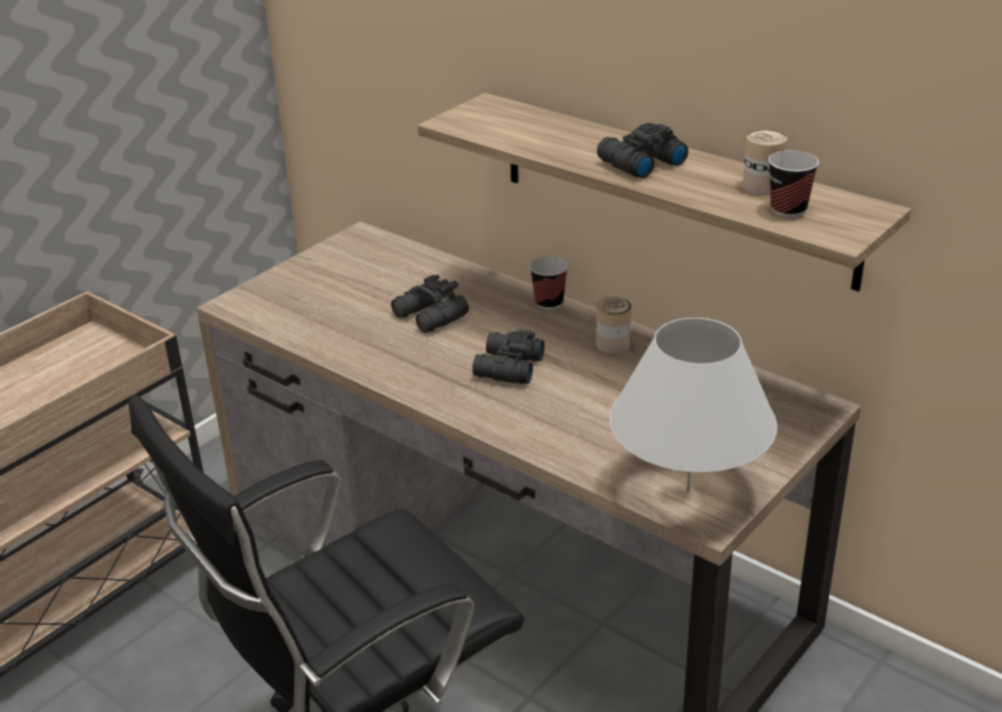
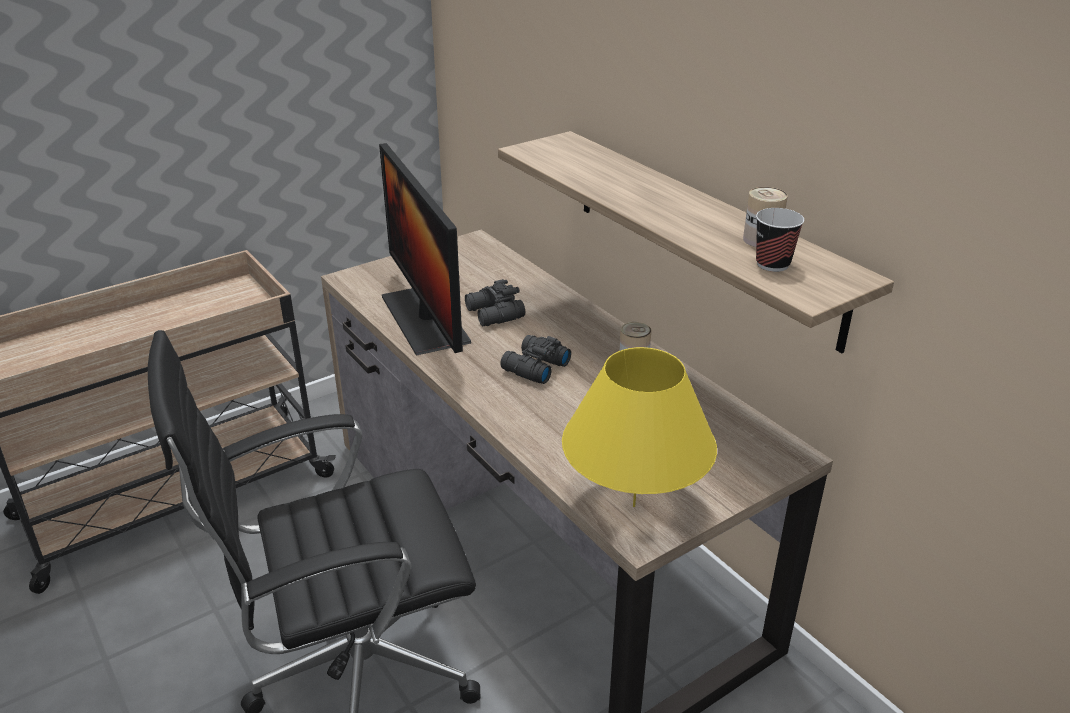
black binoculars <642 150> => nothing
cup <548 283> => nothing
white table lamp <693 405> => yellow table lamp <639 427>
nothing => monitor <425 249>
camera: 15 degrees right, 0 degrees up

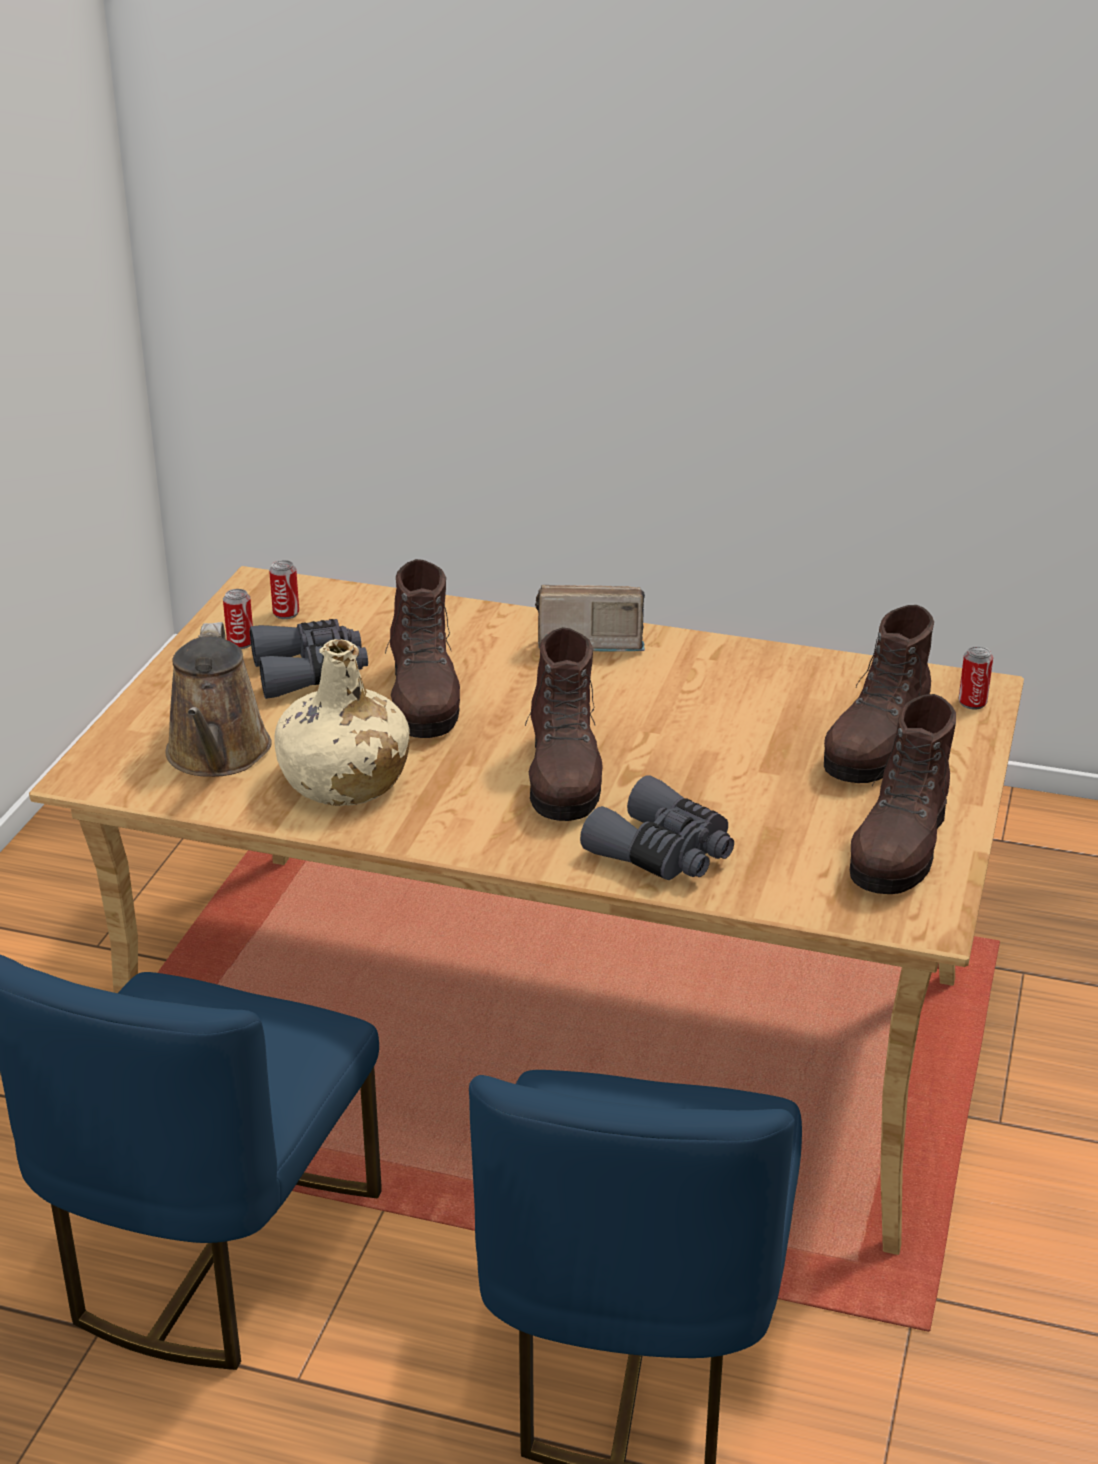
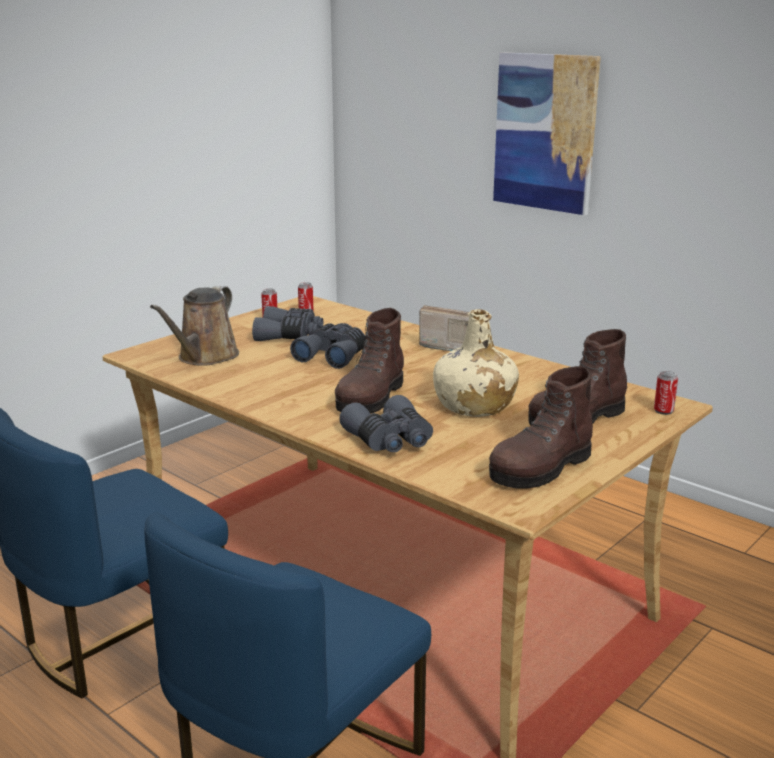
brown boot <422 648> => grey binoculars <327 346>
beige bottle <342 722> => beige bottle <476 363>, relocated
nothing => picture <547 133>
camera: 25 degrees right, 10 degrees down

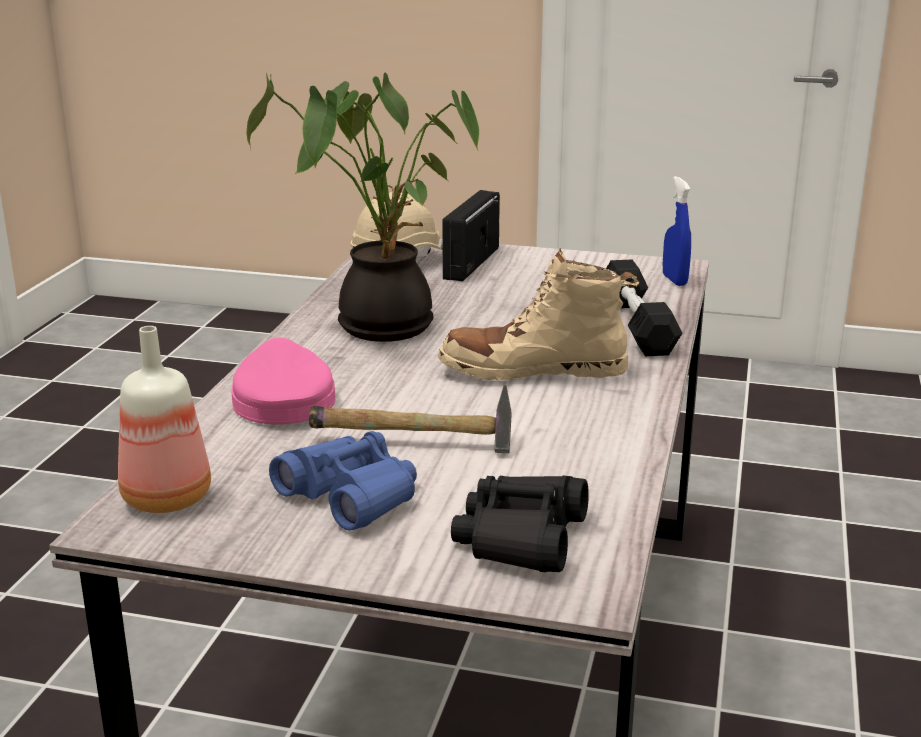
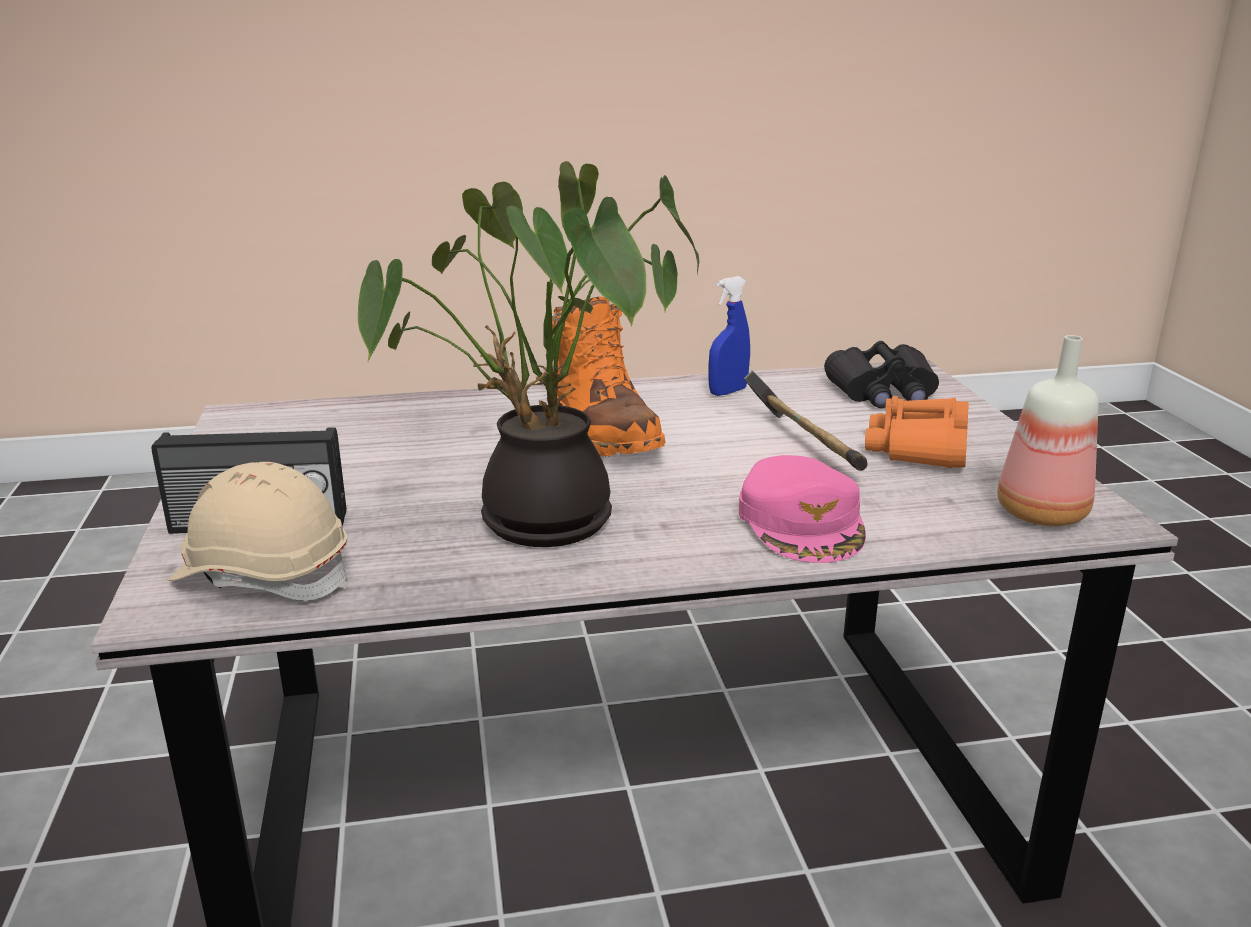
blue spray bottle <677 231> => blue spray bottle <729 336>, relocated
beige boot <538 314> => orange boot <609 376>
black dumbbell <644 308> => nothing
pink cap <283 381> => pink cap <802 509>, 60 degrees counterclockwise
blue binoculars <343 481> => orange binoculars <917 432>
camera: 115 degrees left, 0 degrees up

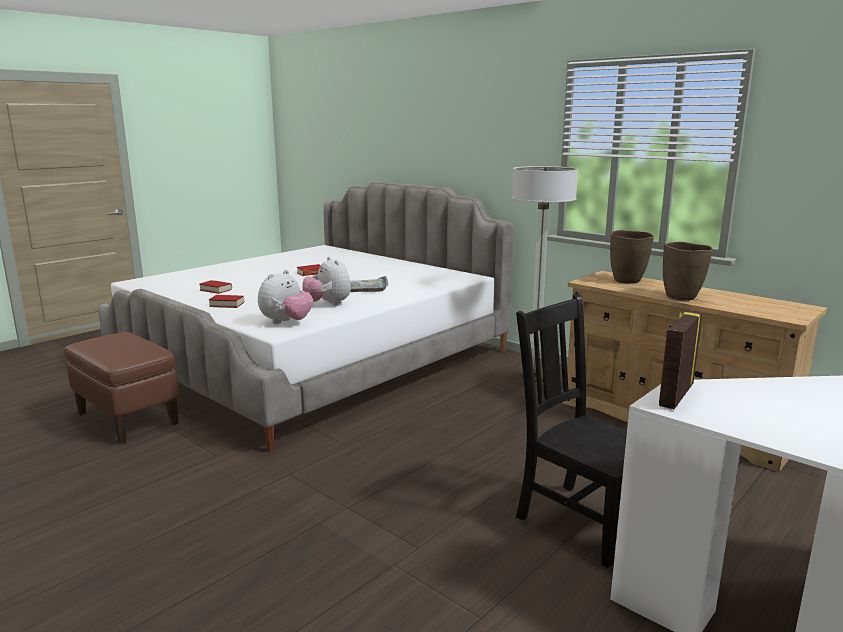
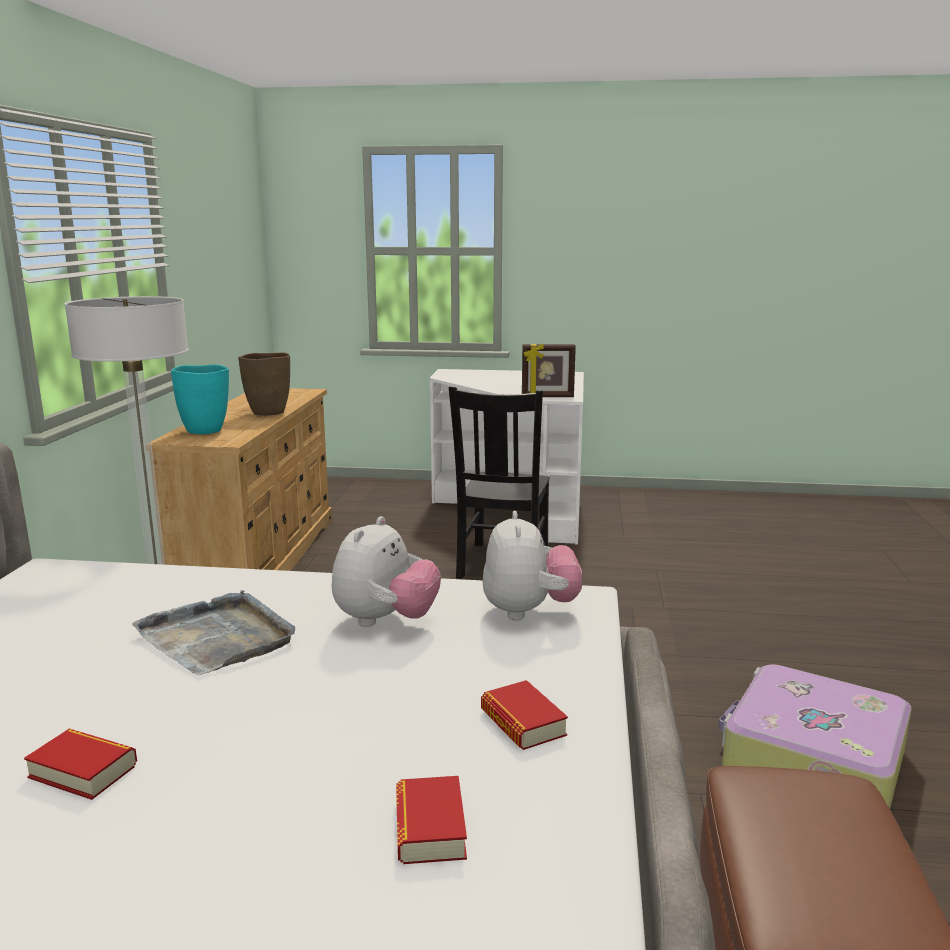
brown vase <632 257> => turquoise vase <200 399>
plush toy <285 297> => plush toy <532 565>, 90 degrees clockwise
nothing => suitcase <815 736>
camera: 125 degrees left, 0 degrees up

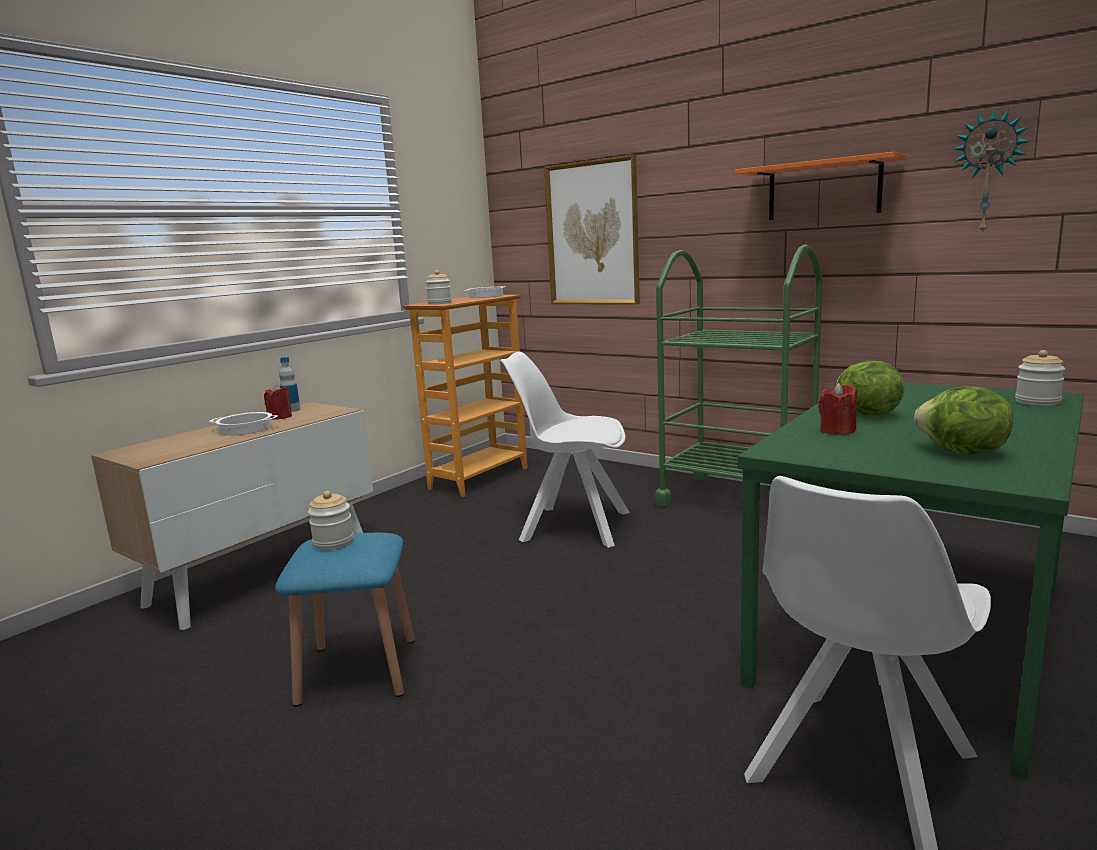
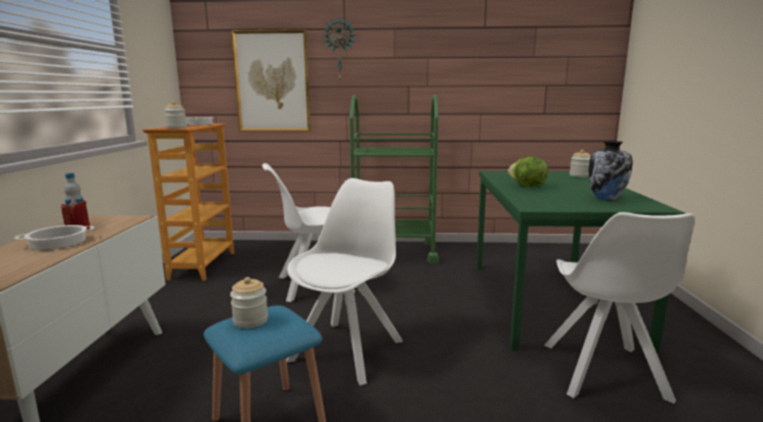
wall clock <992 172> => wall clock <339 50>, relocated
orange shelf <820 186> => nothing
red candle <837 409> => nothing
lettuce <963 420> => vase <610 171>
nothing => white chair <345 281>
camera: 35 degrees left, 0 degrees up

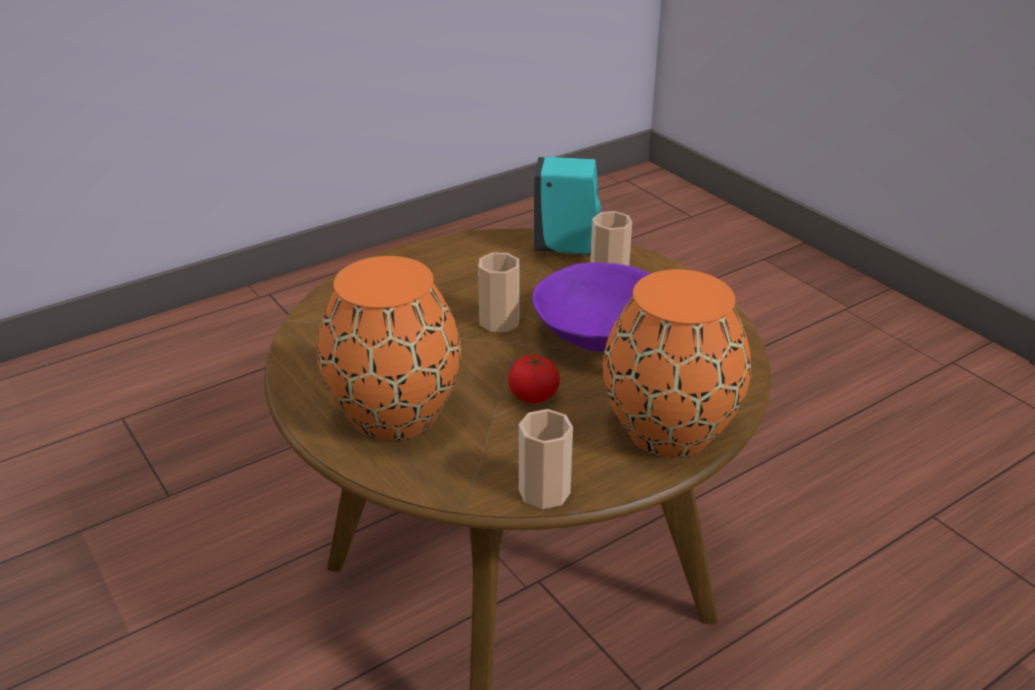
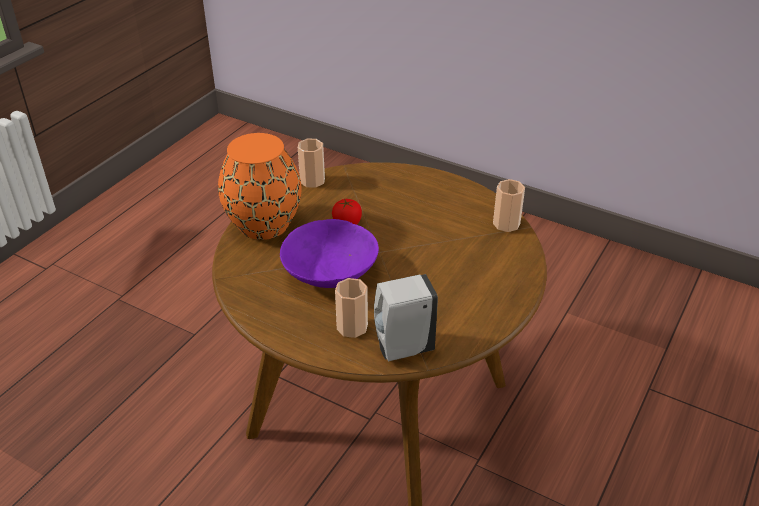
turquoise soap dispenser <567 206> => white soap dispenser <406 317>
cup <498 292> => cup <509 205>, relocated
orange vase <389 348> => nothing
camera: 155 degrees right, 5 degrees up

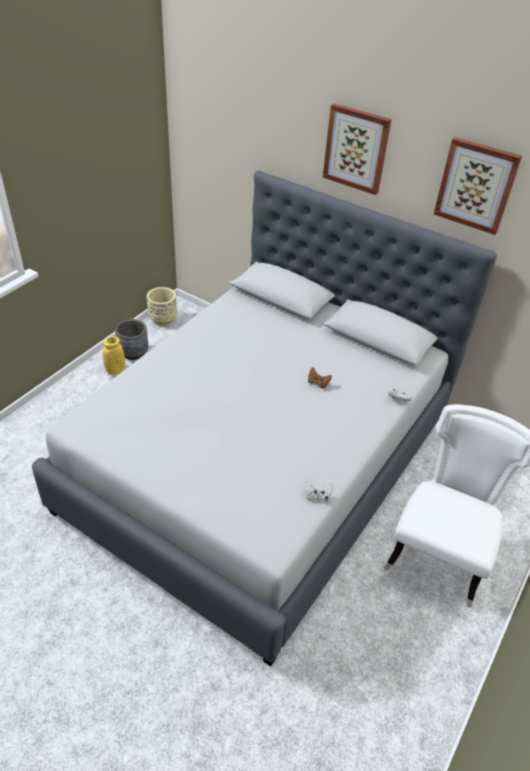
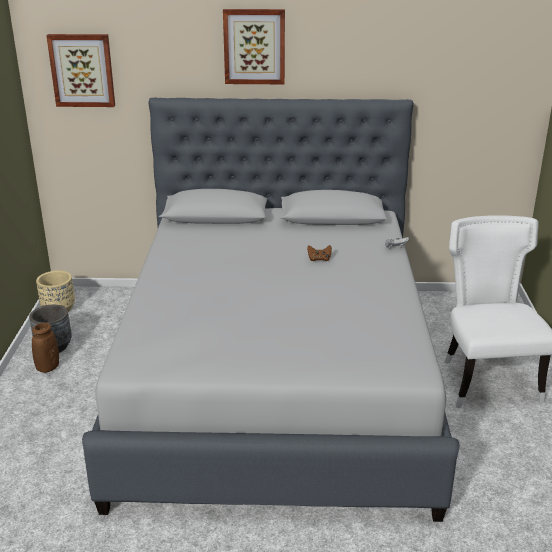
picture <478 186> => picture <80 70>, relocated
yellow vase <114 355> => brown vase <45 348>
white game controller <319 491> => nothing
camera: 30 degrees left, 15 degrees down

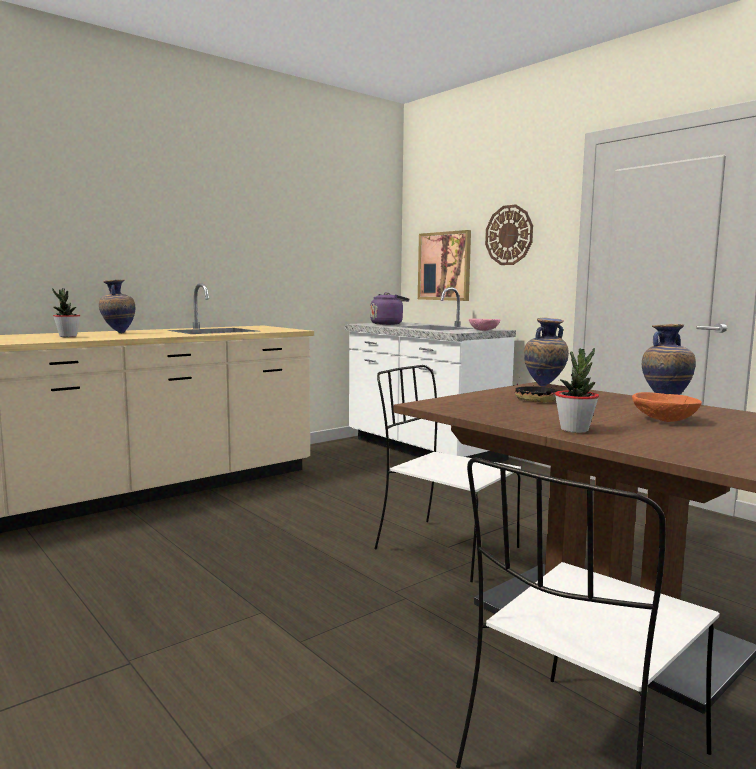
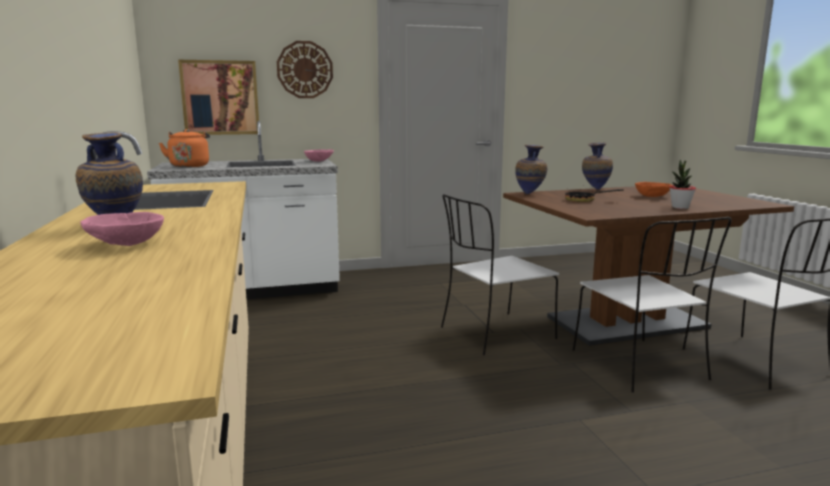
potted plant <66 312> => pink bowl <122 229>
purple kettle <389 308> => orange kettle <184 148>
nothing => white chair <652 305>
camera: 65 degrees left, 5 degrees up

